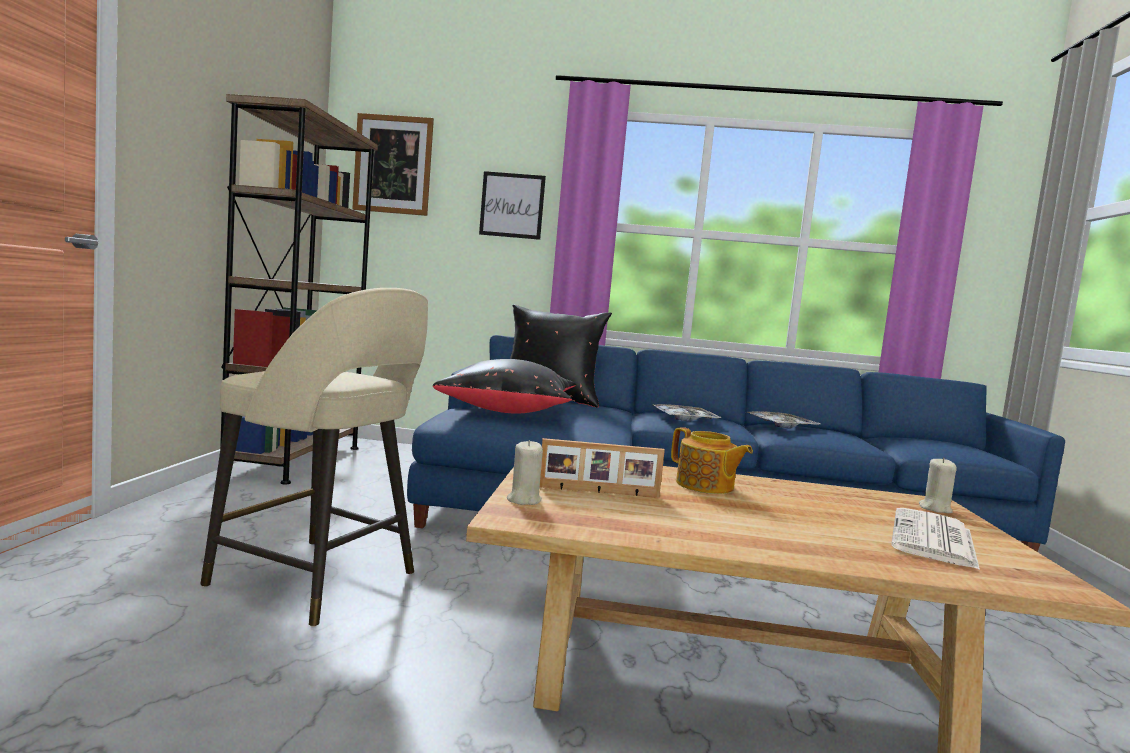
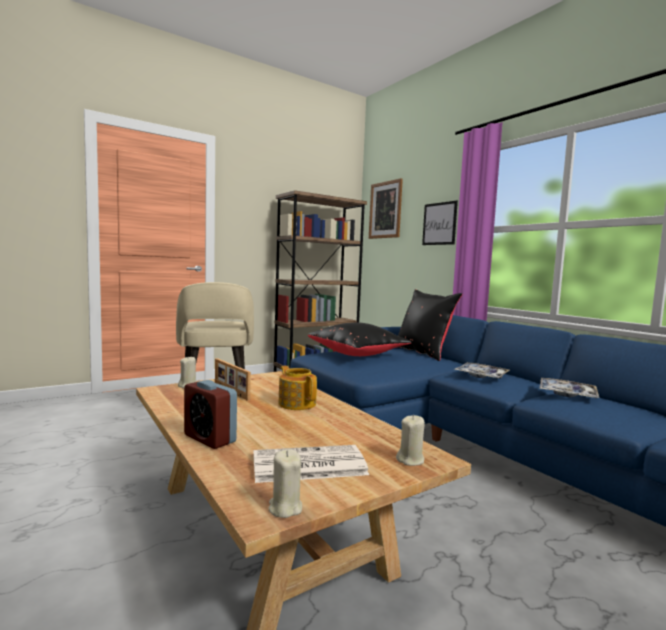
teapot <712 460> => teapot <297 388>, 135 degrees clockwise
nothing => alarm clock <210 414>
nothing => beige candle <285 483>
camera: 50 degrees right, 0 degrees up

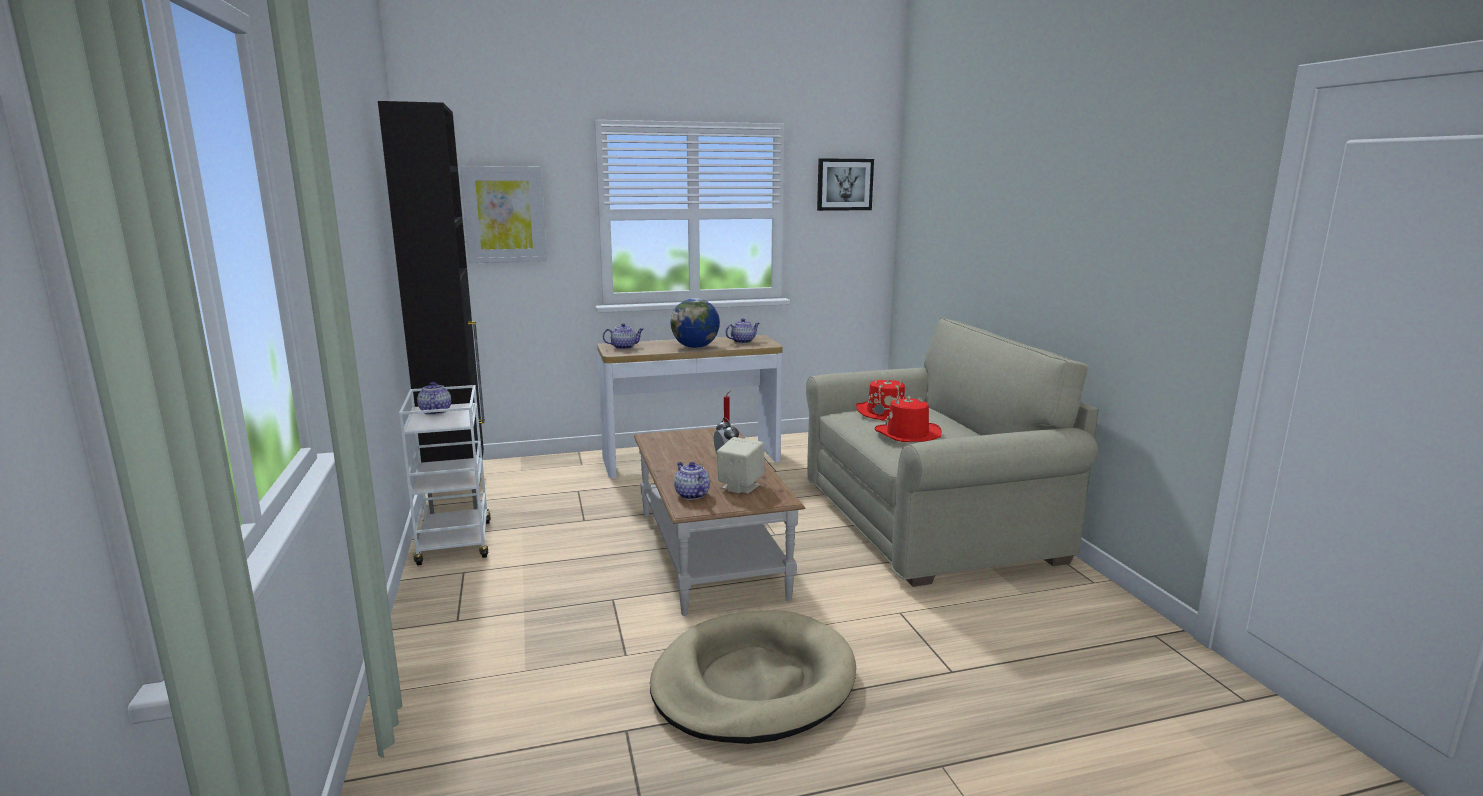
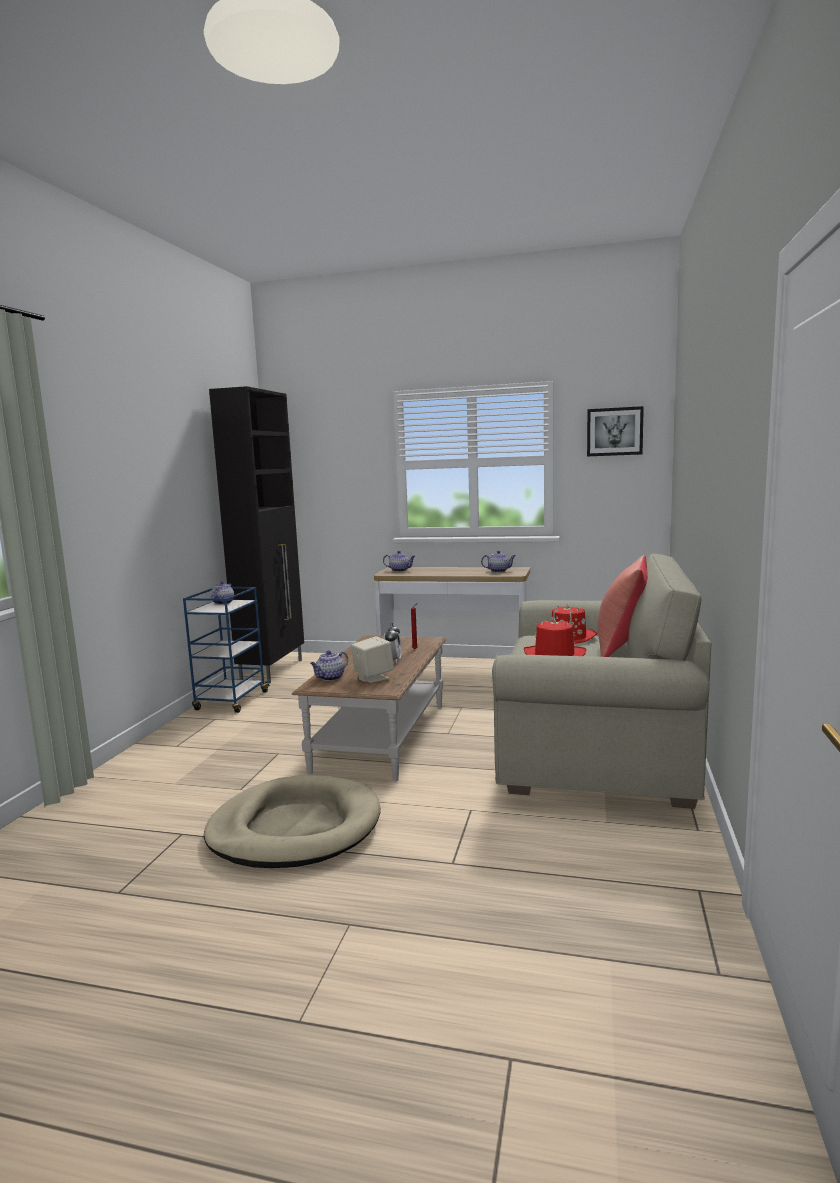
picture <503 214> => nothing
globe <695 323> => nothing
white cart <445 475> => blue cart <226 650>
teapot <692 481> => teapot <329 665>, 135 degrees counterclockwise
nothing => red pillow <622 606>
camera: 30 degrees right, 5 degrees down

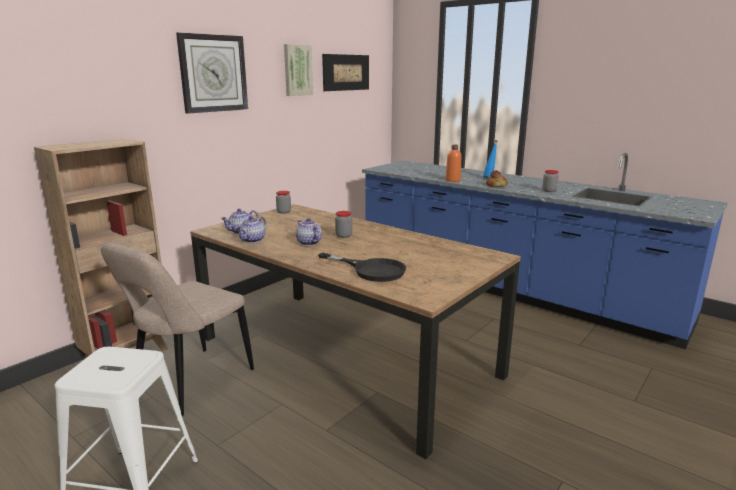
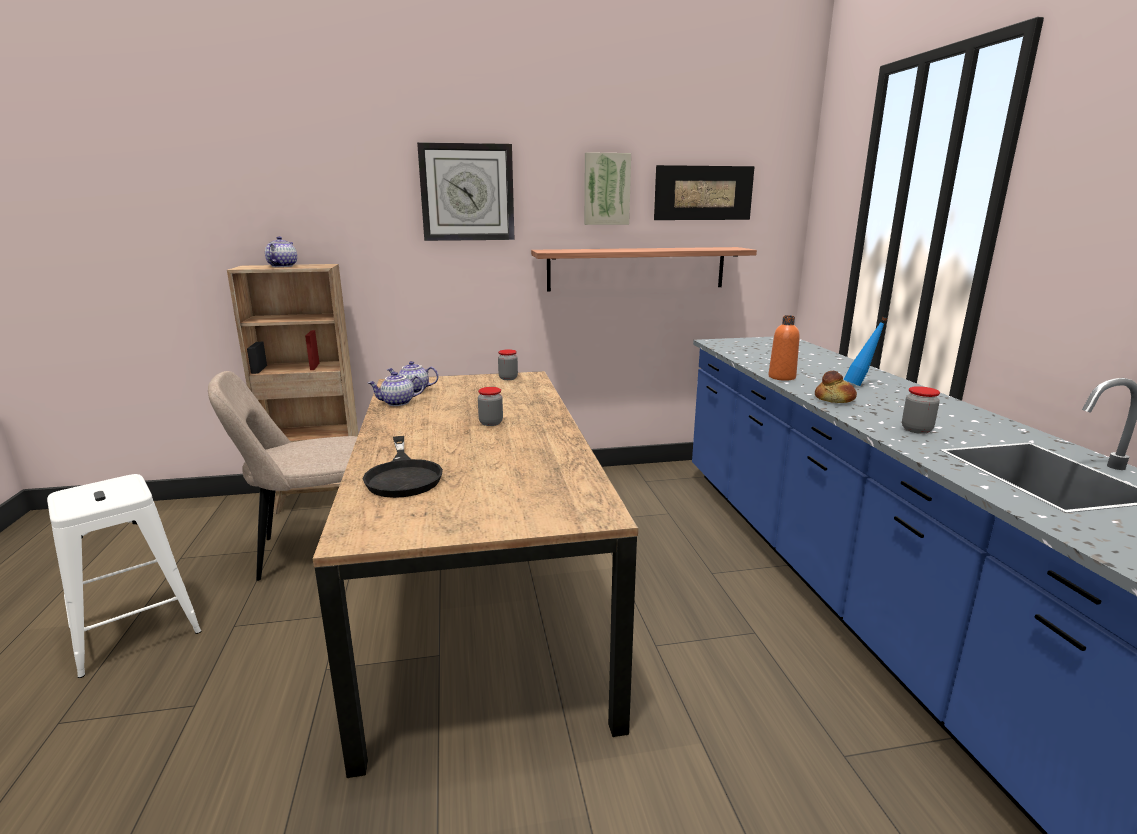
teapot <309 232> => teapot <281 251>, relocated
nothing => shelf <644 269>
camera: 40 degrees right, 0 degrees up

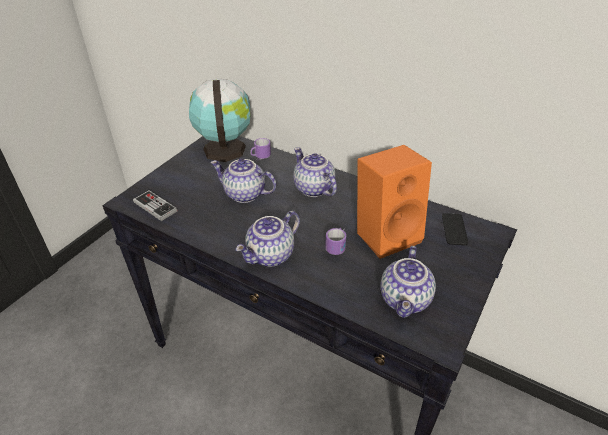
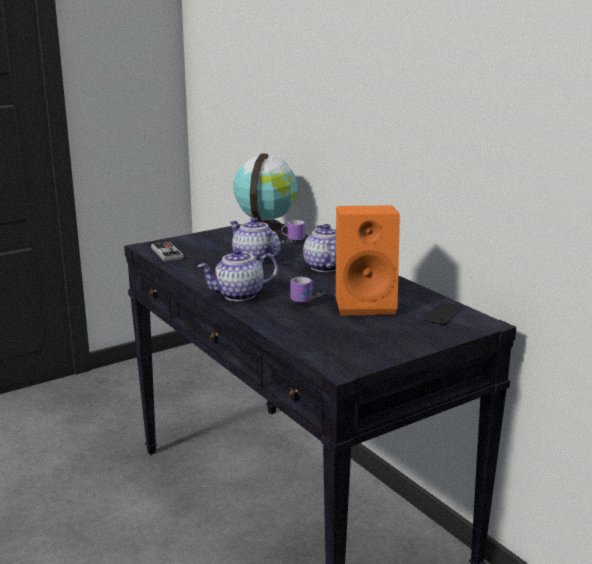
teapot <408 282> => nothing
camera: 25 degrees right, 20 degrees down

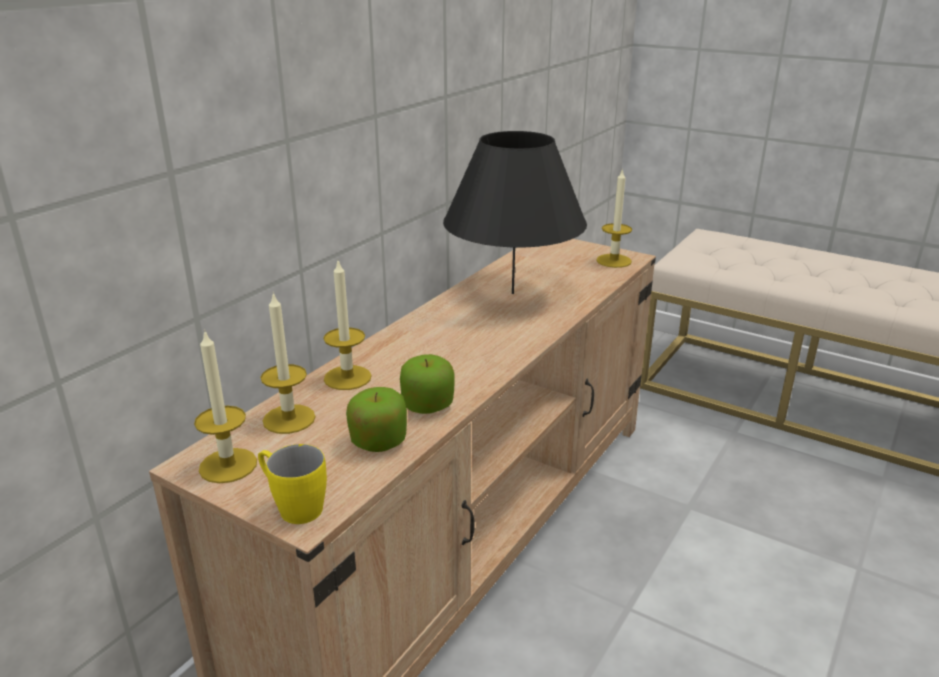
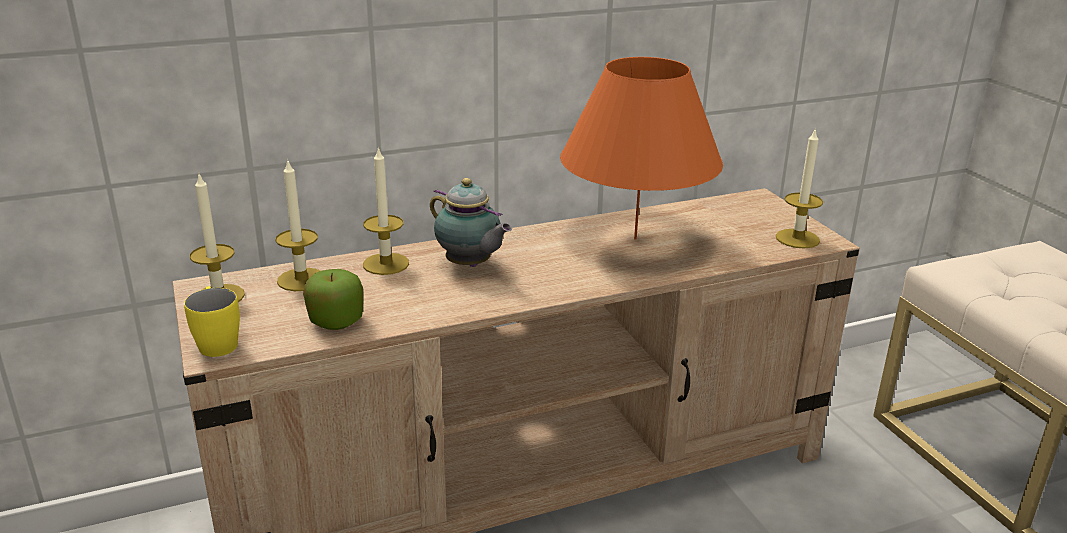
black table lamp <515 212> => orange table lamp <641 148>
apple <427 384> => nothing
nothing => teapot <471 222>
camera: 35 degrees right, 0 degrees up

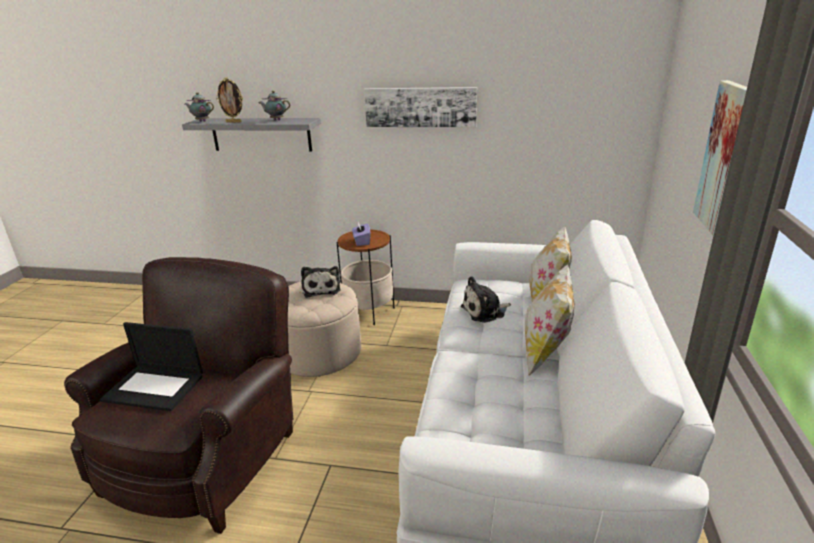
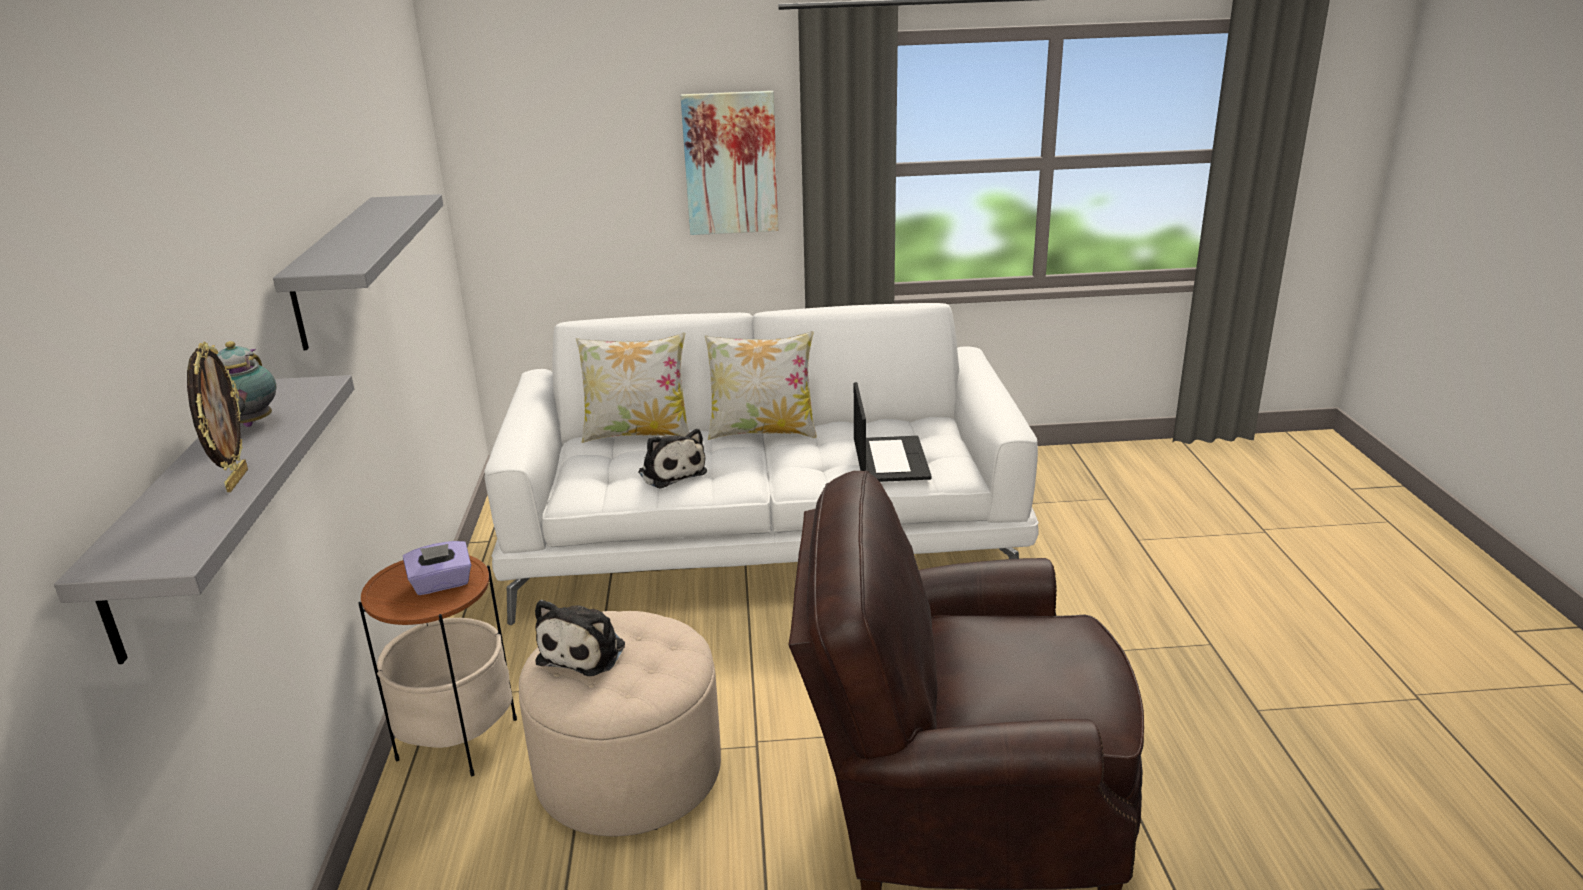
picture <420 107> => grey shelf <358 272>
teapot <199 107> => nothing
plush toy <321 282> => plush toy <580 638>, 135 degrees clockwise
laptop <151 366> => laptop <893 432>, relocated
camera: 105 degrees left, 0 degrees up

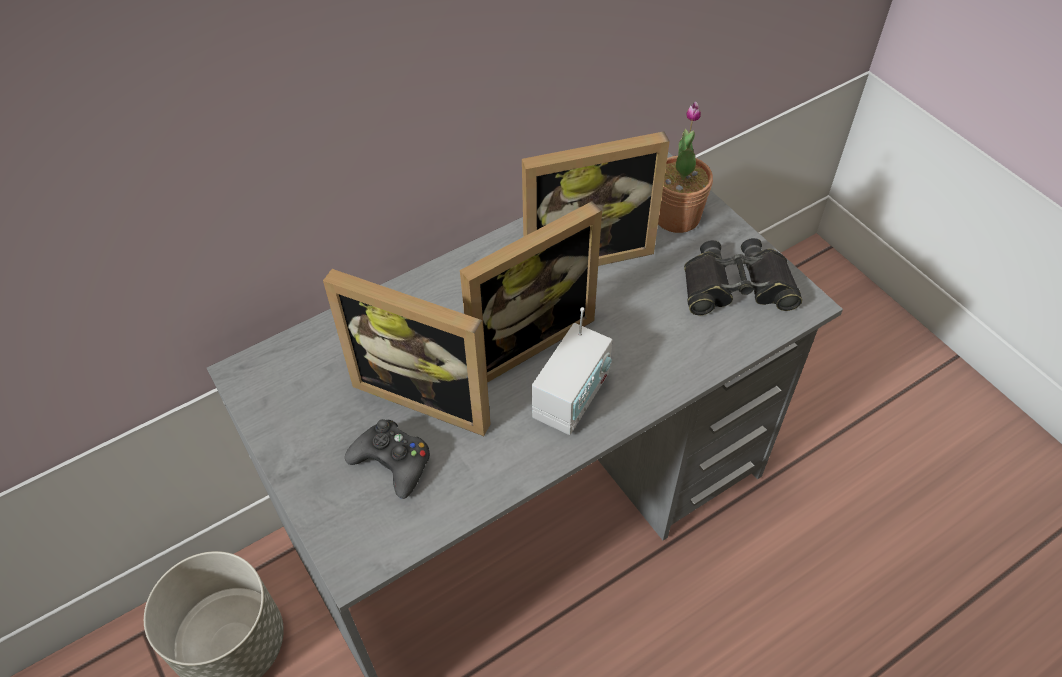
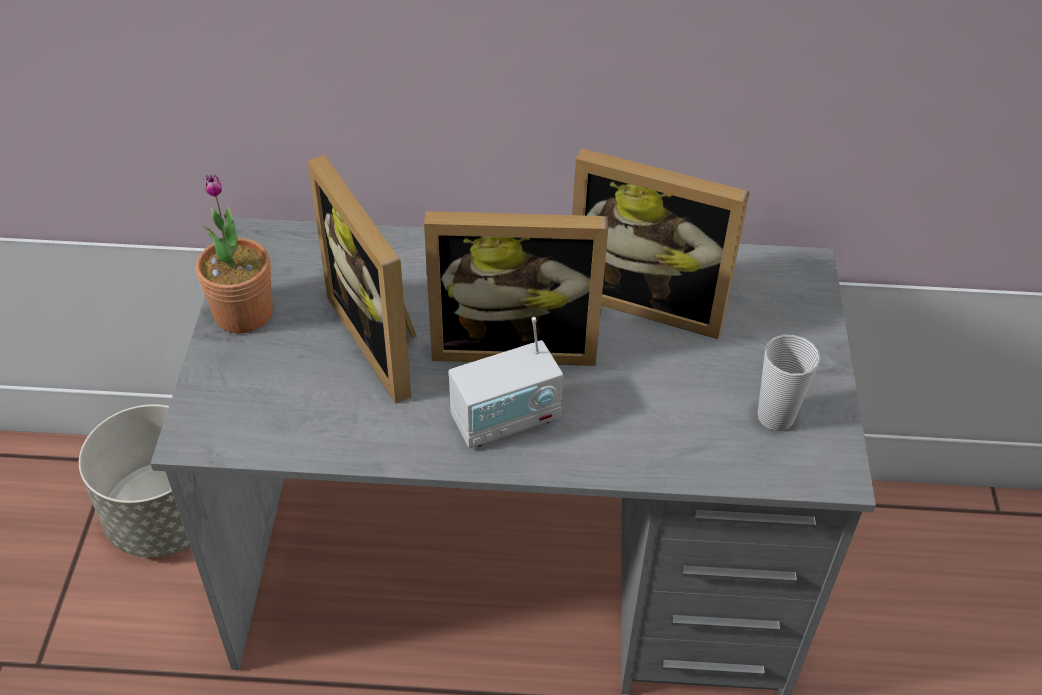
potted plant <685 167> => potted plant <234 254>, relocated
black binoculars <743 276> => cup <789 382>
black game controller <387 459> => nothing
camera: 35 degrees right, 5 degrees down

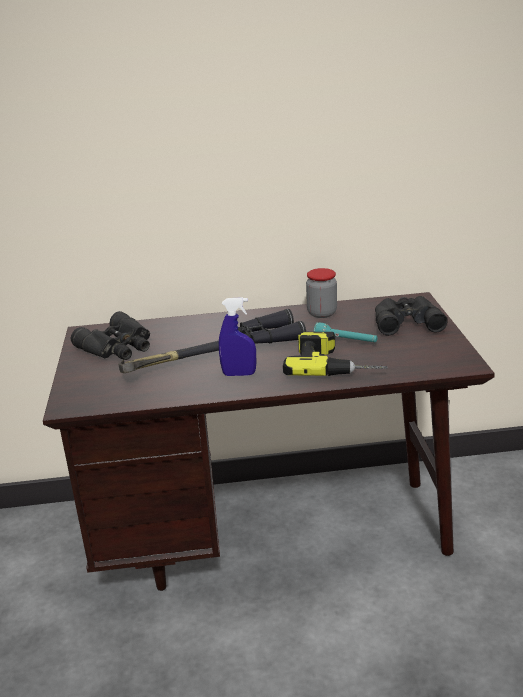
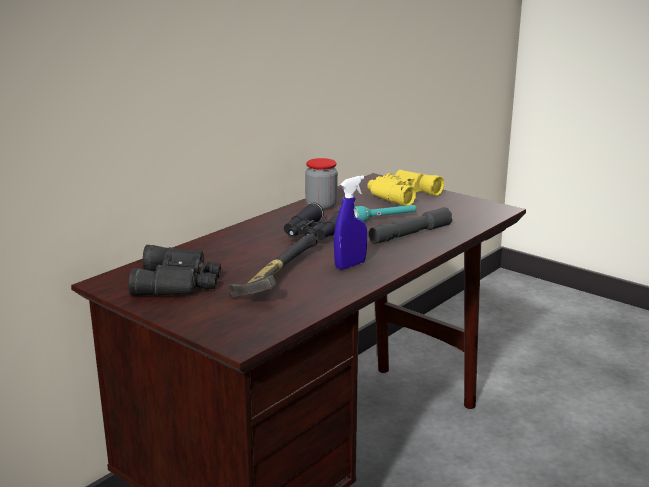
black binoculars <411 316> => yellow binoculars <405 188>
power drill <335 354> => grey flashlight <410 225>
camera: 45 degrees left, 5 degrees down

